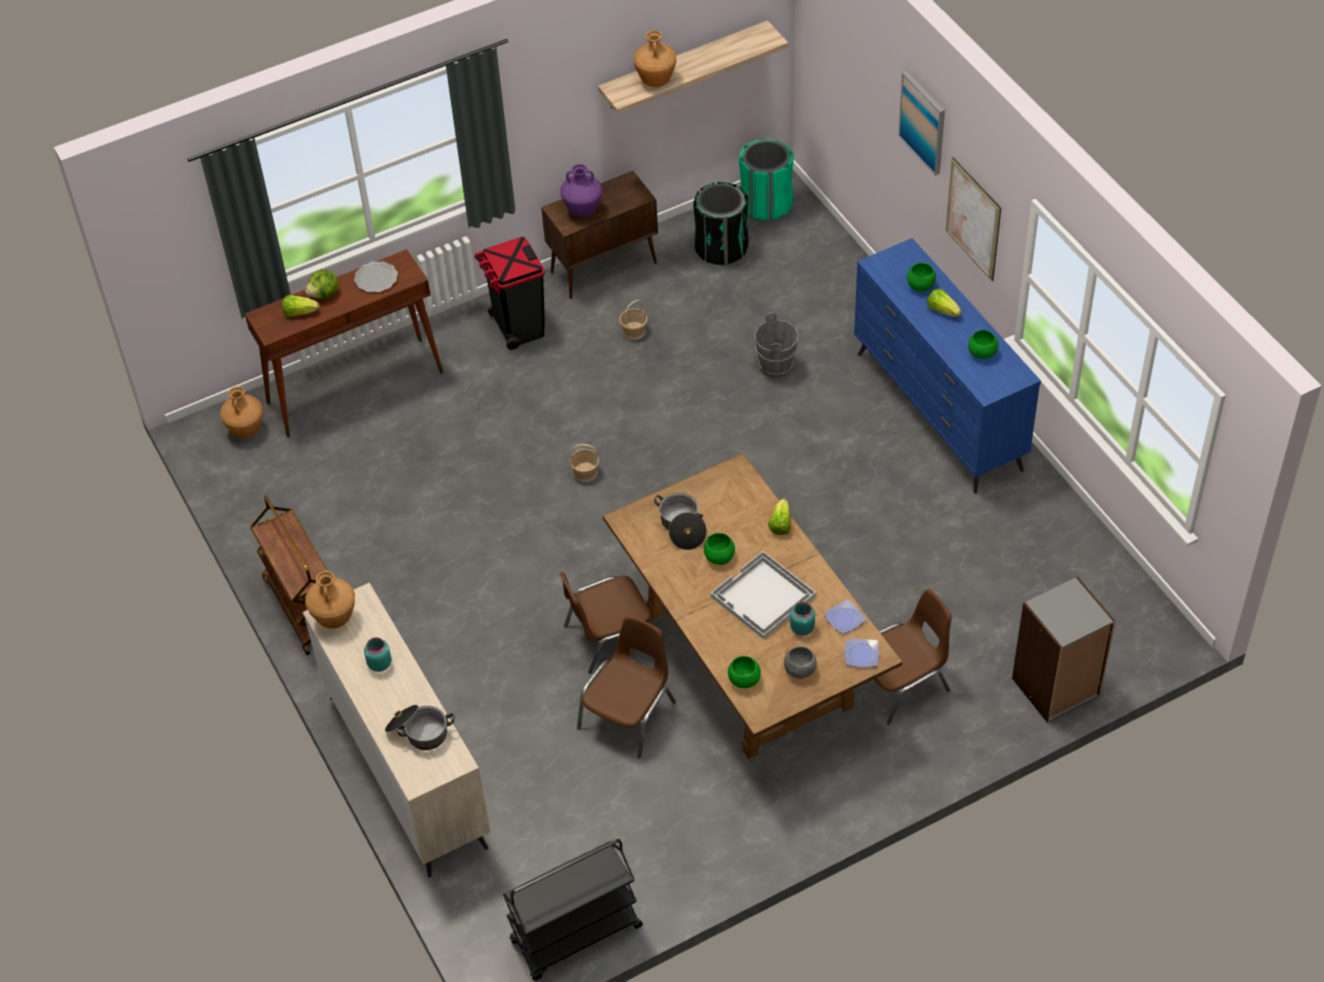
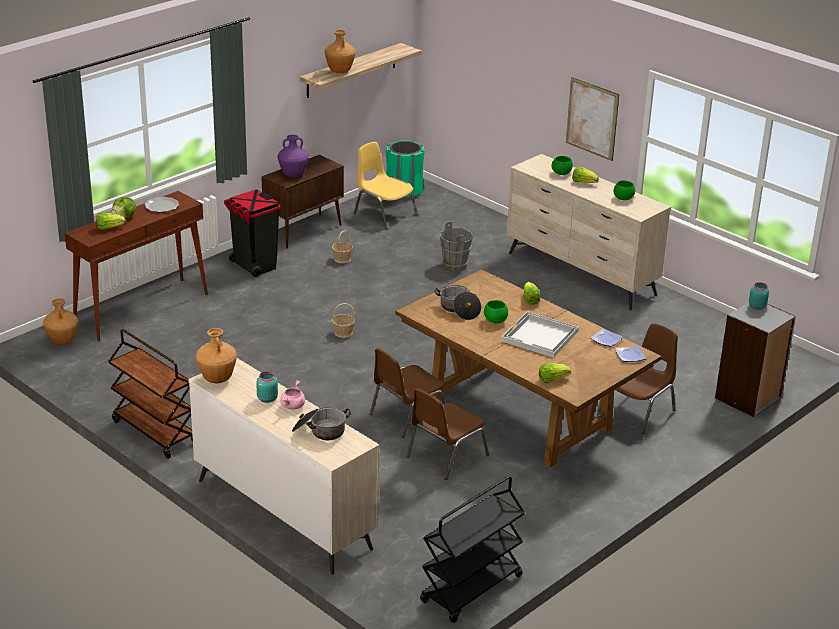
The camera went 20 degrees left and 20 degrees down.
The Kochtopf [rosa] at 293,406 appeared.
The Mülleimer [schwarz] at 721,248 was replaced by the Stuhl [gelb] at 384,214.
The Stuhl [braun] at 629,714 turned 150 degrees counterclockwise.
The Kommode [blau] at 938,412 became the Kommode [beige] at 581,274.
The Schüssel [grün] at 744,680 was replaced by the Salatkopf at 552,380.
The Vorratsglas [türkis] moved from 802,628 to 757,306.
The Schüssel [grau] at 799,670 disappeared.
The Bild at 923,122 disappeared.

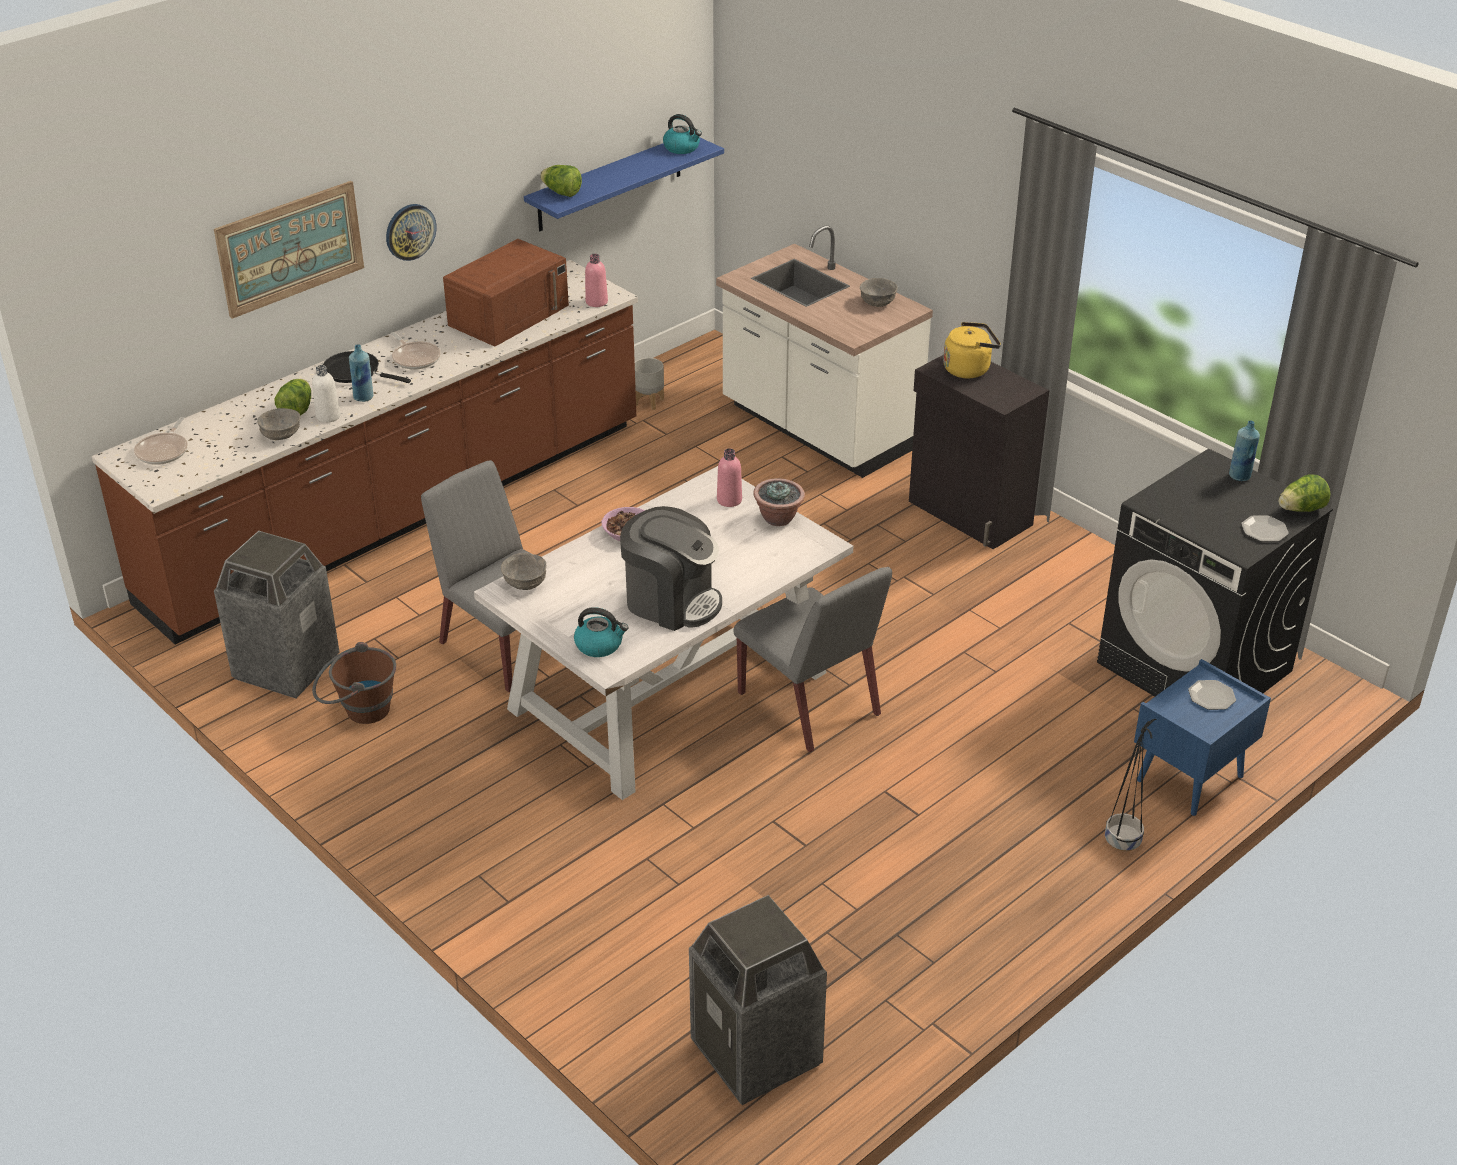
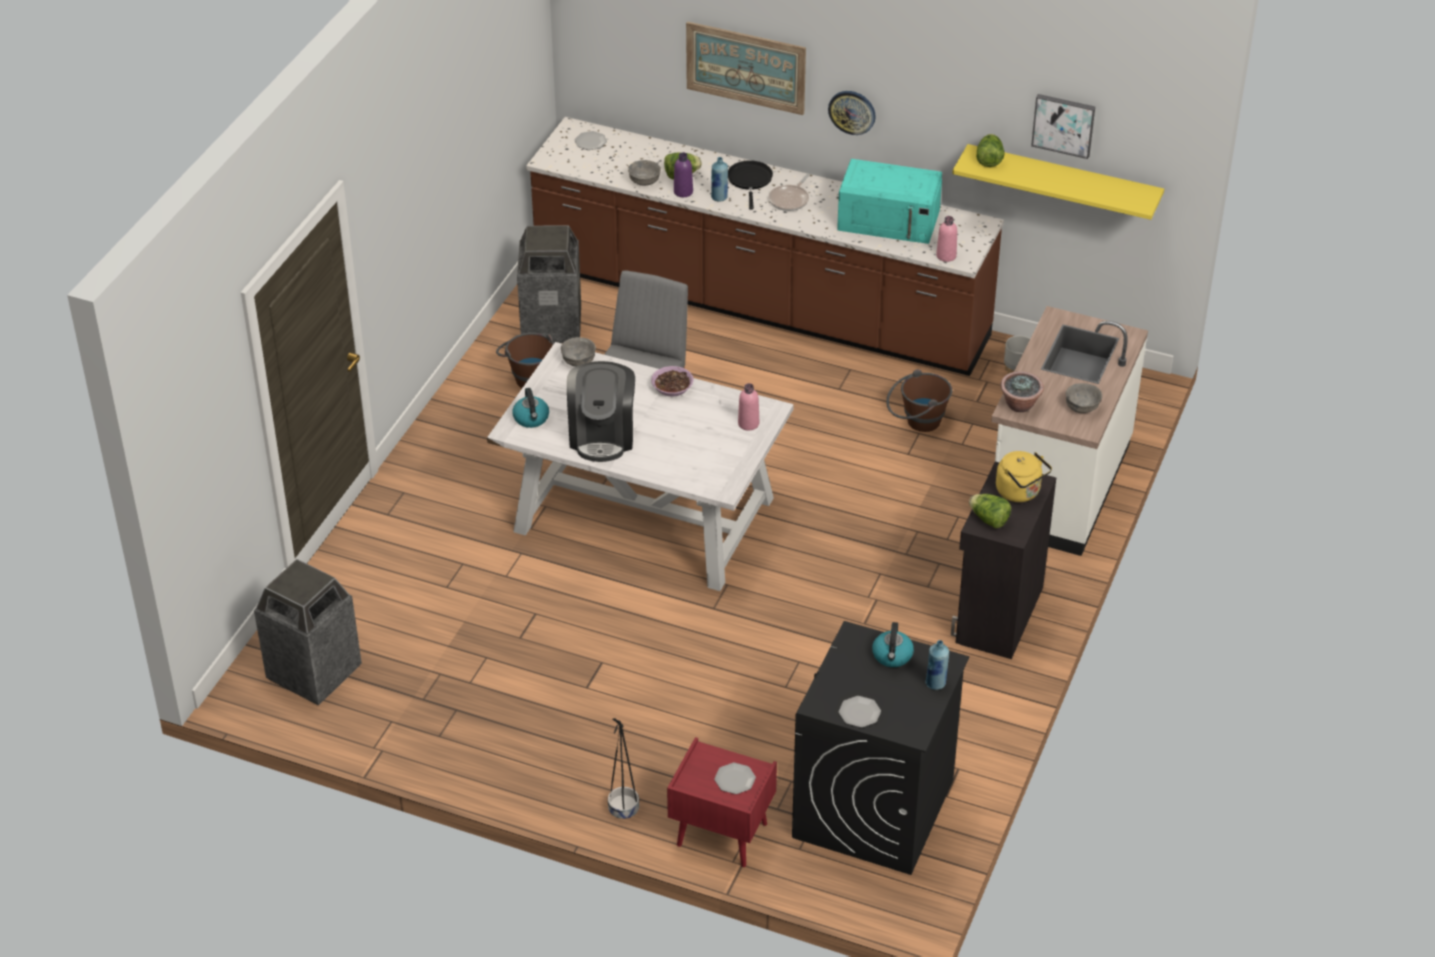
The camera went 65 degrees right and 5 degrees up.
The Pfanne at 164,451 was replaced by the Teller at 591,142.
The Nachttisch [blau] at 1190,779 became the Nachttisch [rot] at 720,835.
The Flasche [weiß] at 328,416 became the Flasche [lila] at 683,192.
The Mikrowelle [braun] at 509,314 became the Mikrowelle [türkis] at 889,220.
The Wasserkessel moved from 682,148 to 892,656.
The Eimer [braun] at 917,422 appeared.
The Wandregal [blau] at 610,183 became the Wandregal [gelb] at 1063,182.
The Salatkopf moved from 1301,510 to 989,520.
The Topfpflanze moved from 778,518 to 1020,405.
The Bild at 1063,124 appeared.
The Stuhl [grau] at 810,705 disappeared.

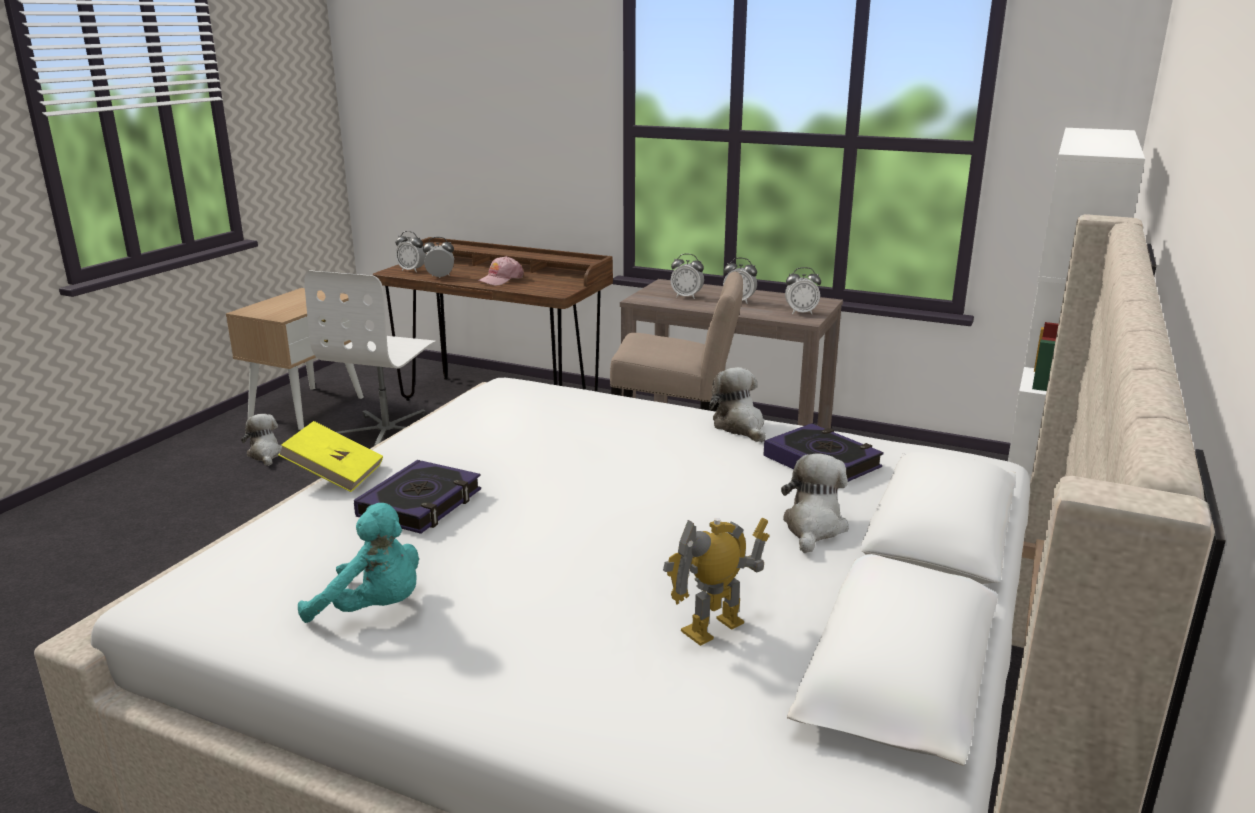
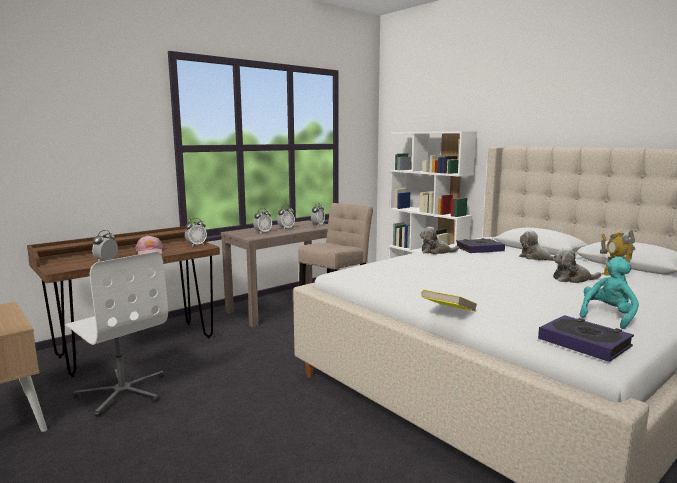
The camera went 65 degrees left and 10 degrees down.
The Wecker moved from 412,270 to 196,245.
The Buch moved from 420,504 to 584,343.
The Plüschtier moved from 266,454 to 572,279.

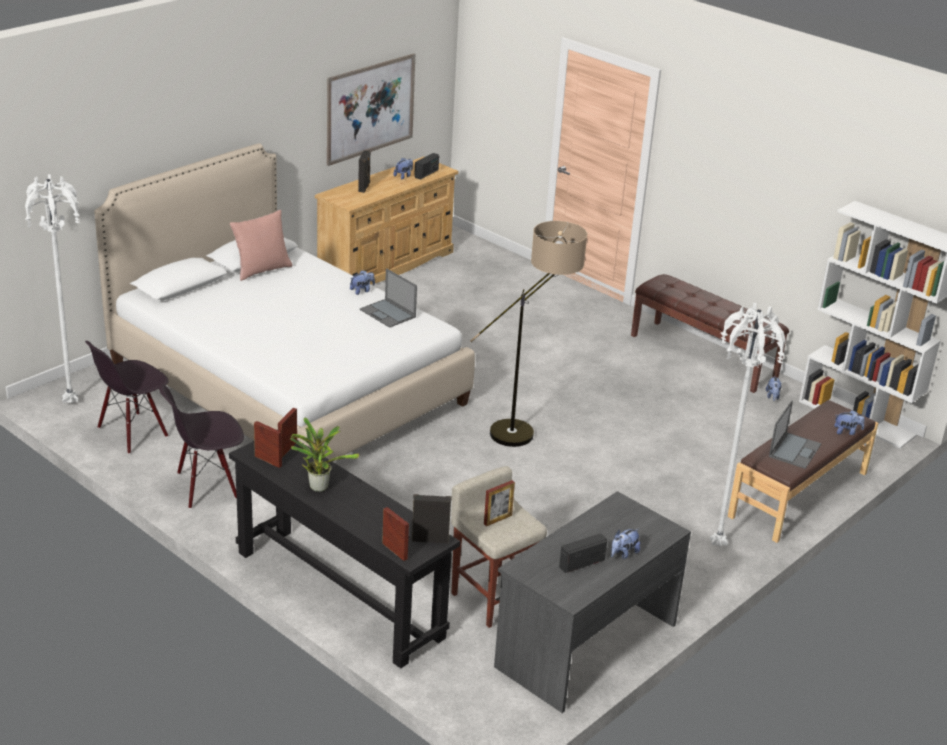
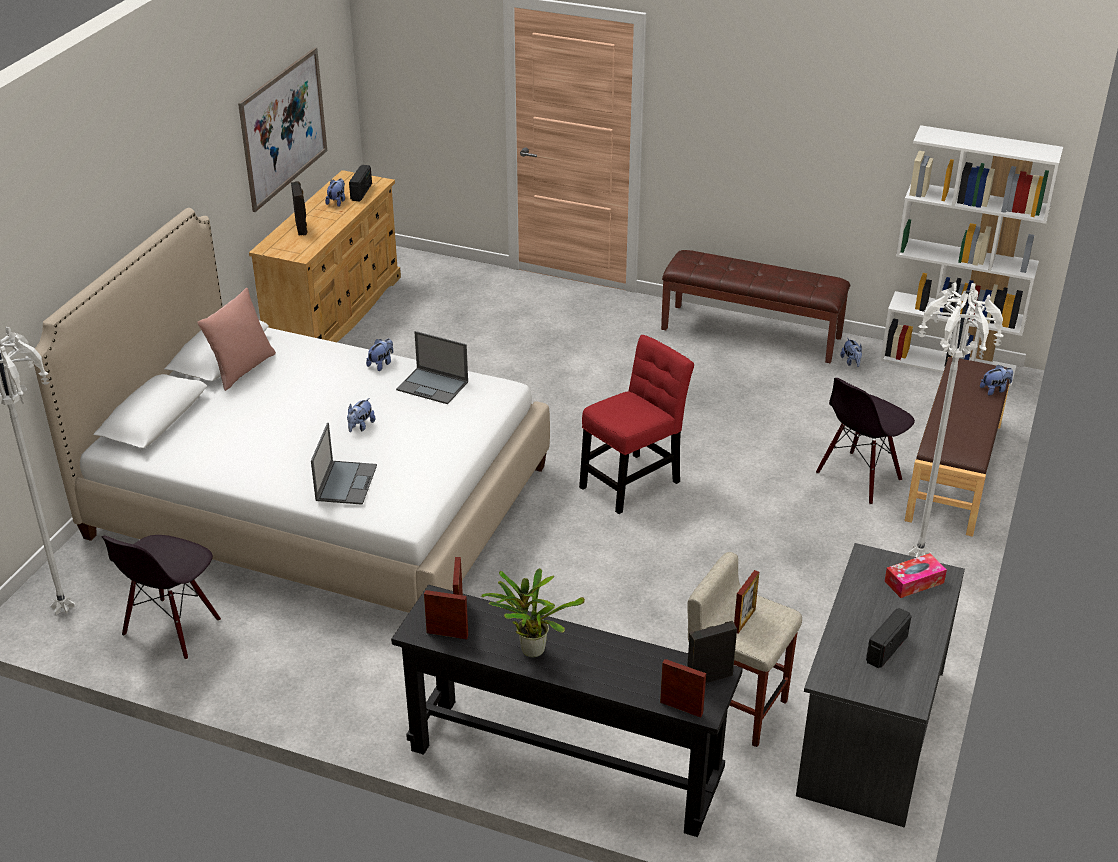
The camera went 20 degrees left and 5 degrees up.
The Laptop moved from 794,450 to 346,482.
The Plüschtier moved from 623,554 to 360,426.
The Stehlampe at 528,431 was replaced by the Stuhl [rot] at 633,481.
The Stuhl [schwarz] moved from 206,486 to 859,477.
The Taschentuchbox at 914,582 appeared.

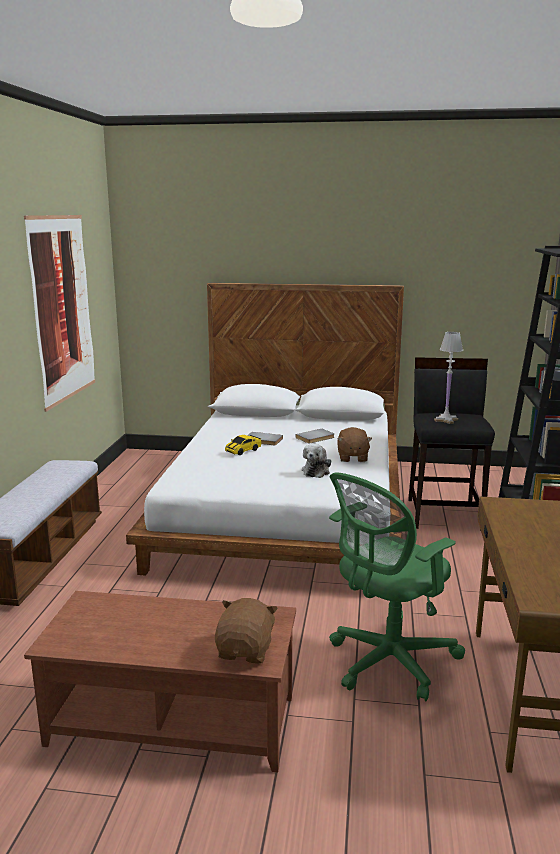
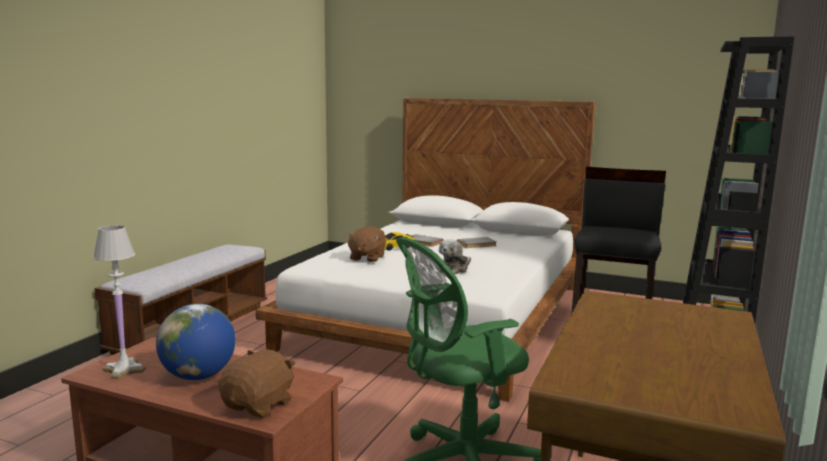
The camera went 15 degrees right and 5 degrees down.
The Tischlampe [weiß] moved from 446,420 to 125,370.
The Globus at 198,376 appeared.
The Plüschtier [braun] moved from 352,458 to 366,258.
The Bild at 63,309 disappeared.

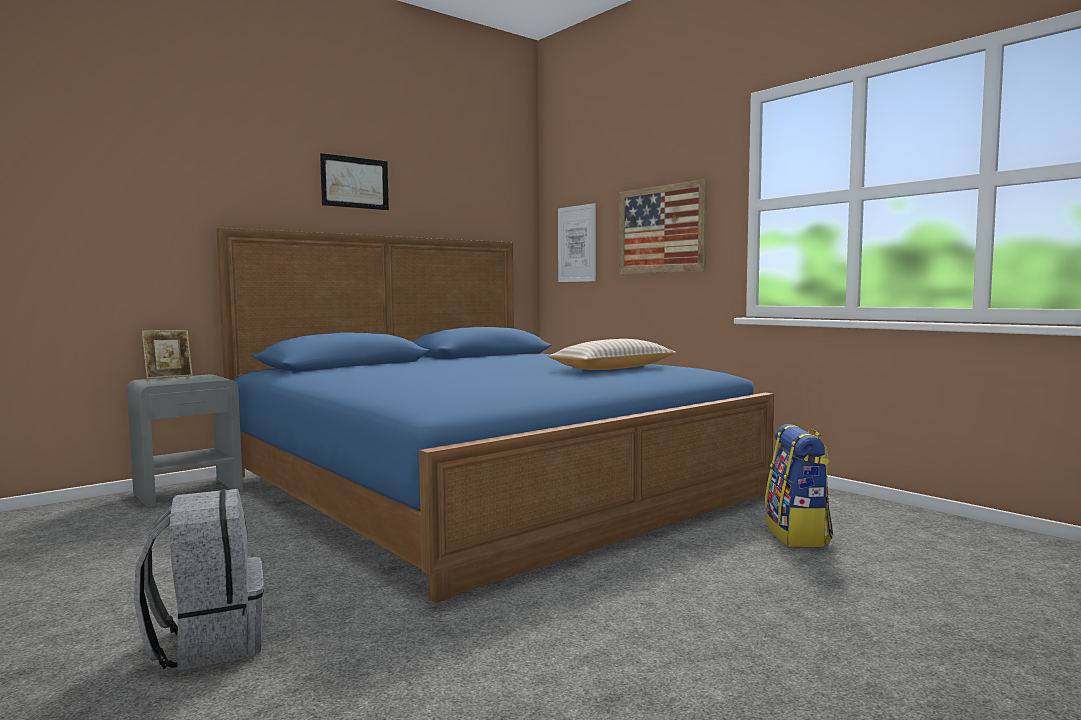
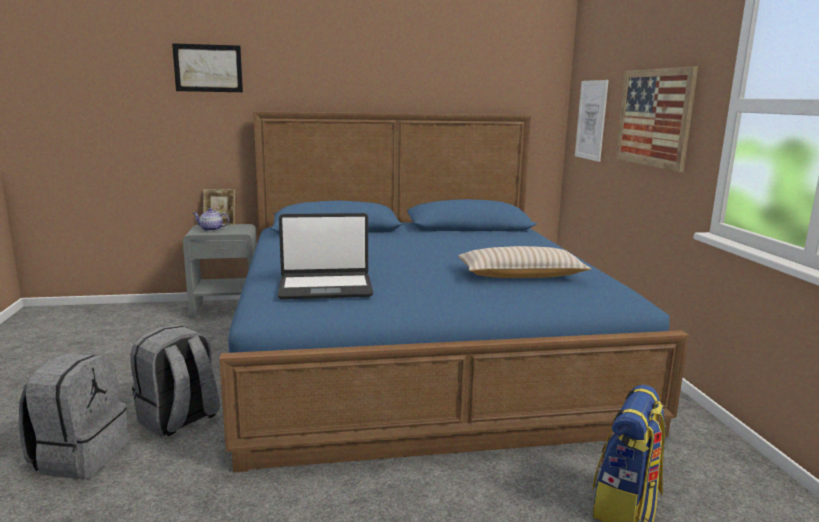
The camera went 30 degrees right and 10 degrees up.
The Rucksack [grau] at 179,419 appeared.
The Bild moved from 355,182 to 208,68.
The Teekanne at 211,229 appeared.
The Laptop at 325,287 appeared.

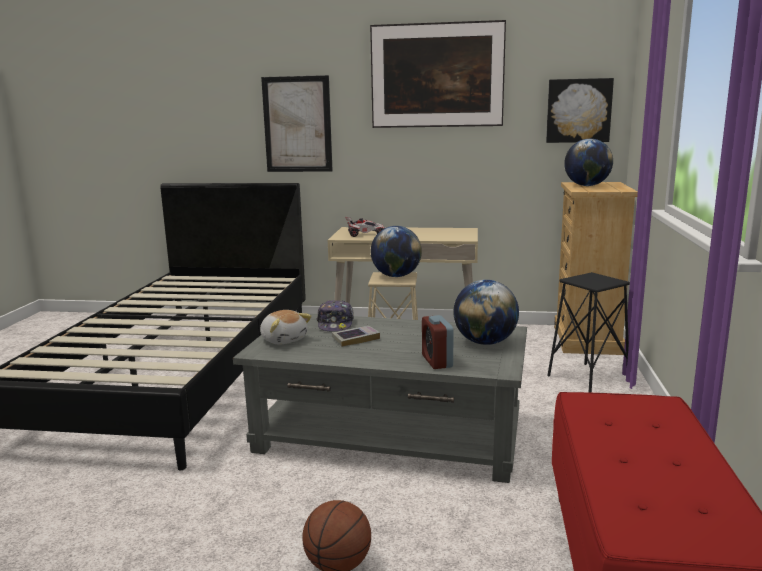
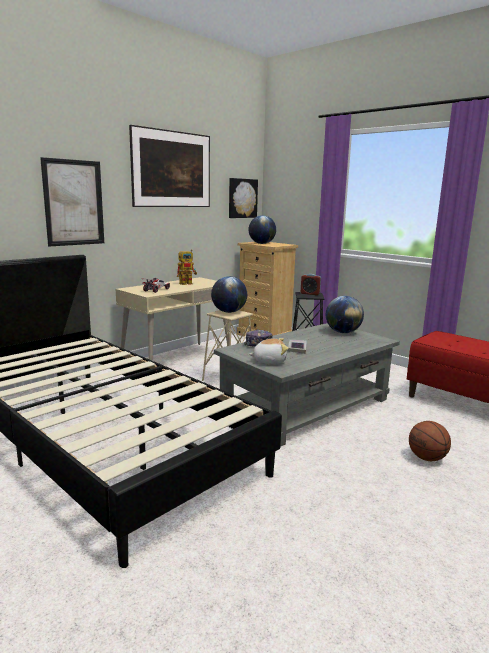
The camera went 55 degrees left and 0 degrees up.
The Spielzeugroboter at 188,283 appeared.
The Wecker moved from 437,361 to 310,293.

